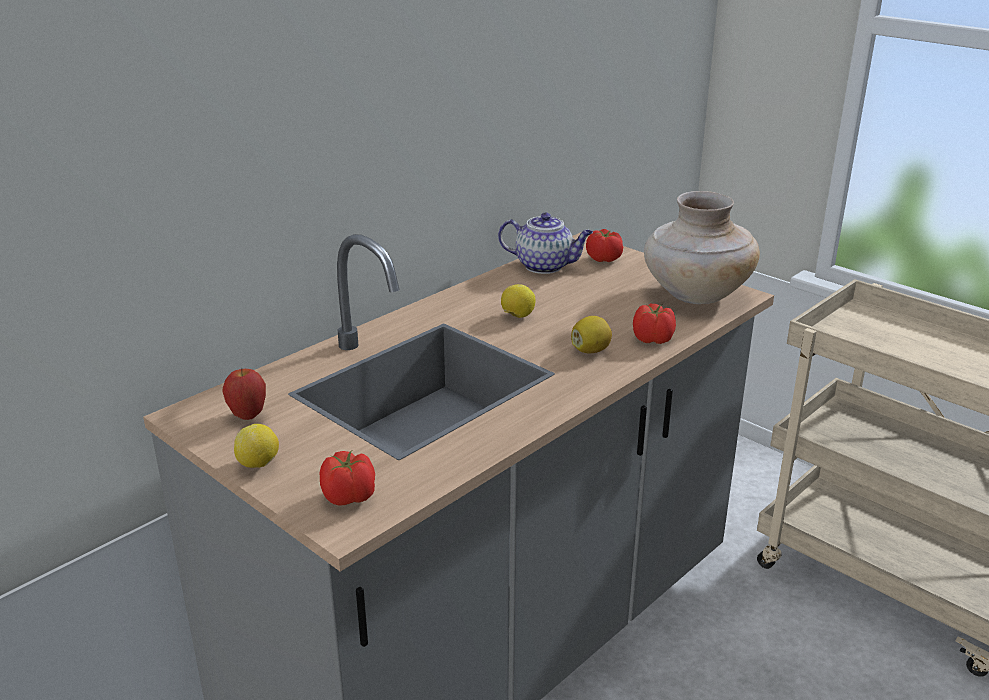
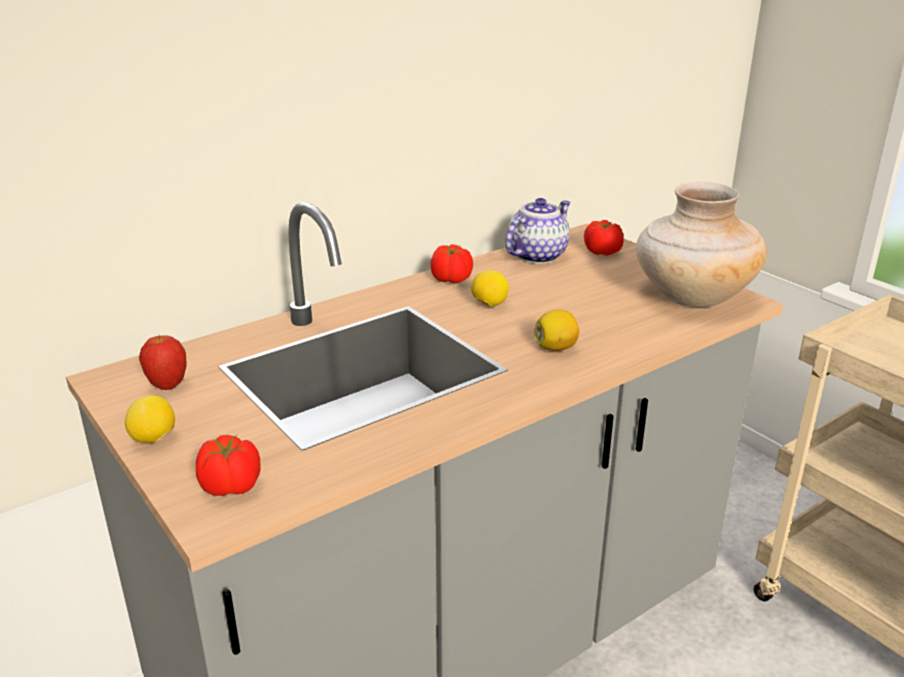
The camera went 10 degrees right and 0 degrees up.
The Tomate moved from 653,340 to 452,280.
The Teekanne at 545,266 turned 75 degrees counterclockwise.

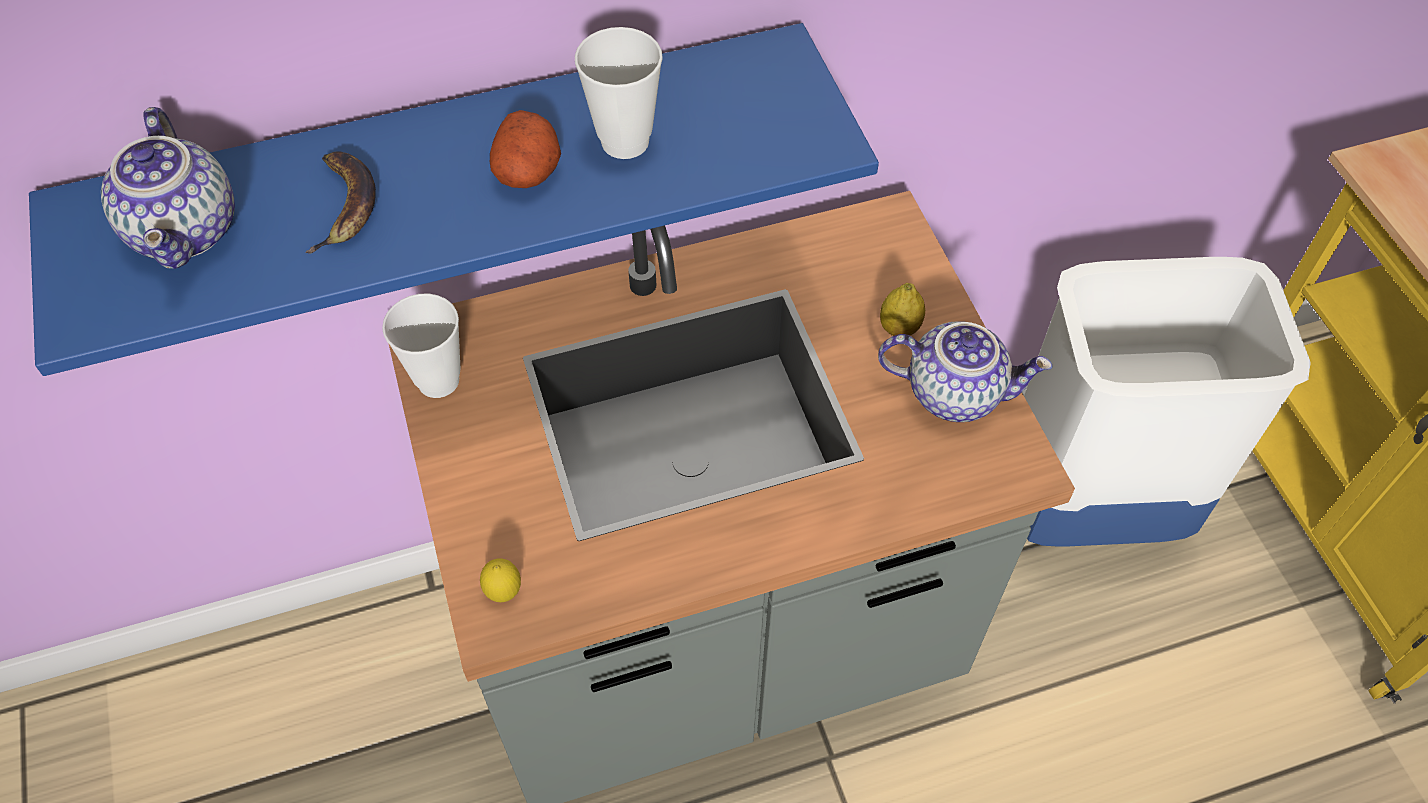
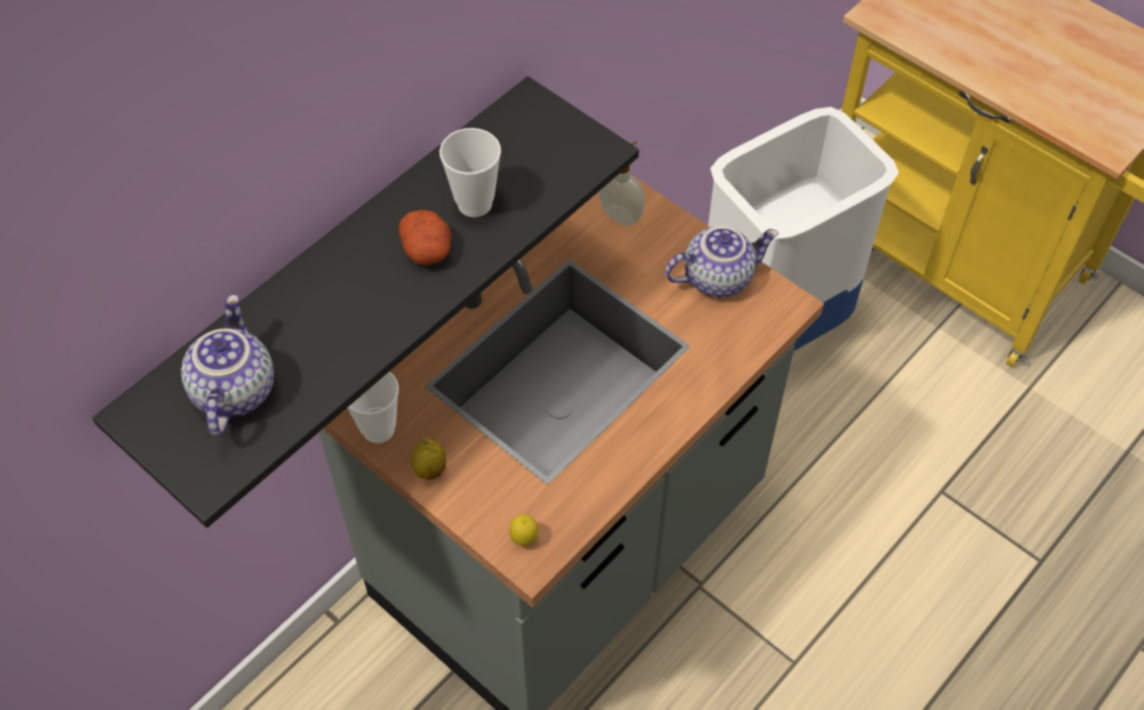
The camera went 30 degrees left and 0 degrees up.
The Wandregal [blau] at 450,163 became the Wandregal [schwarz] at 337,270.
The Teekanne at 188,231 turned 135 degrees counterclockwise.
The Zitrone moved from 899,328 to 430,470.
The Seifenspender at 621,214 appeared.
The Banane at 343,204 disappeared.

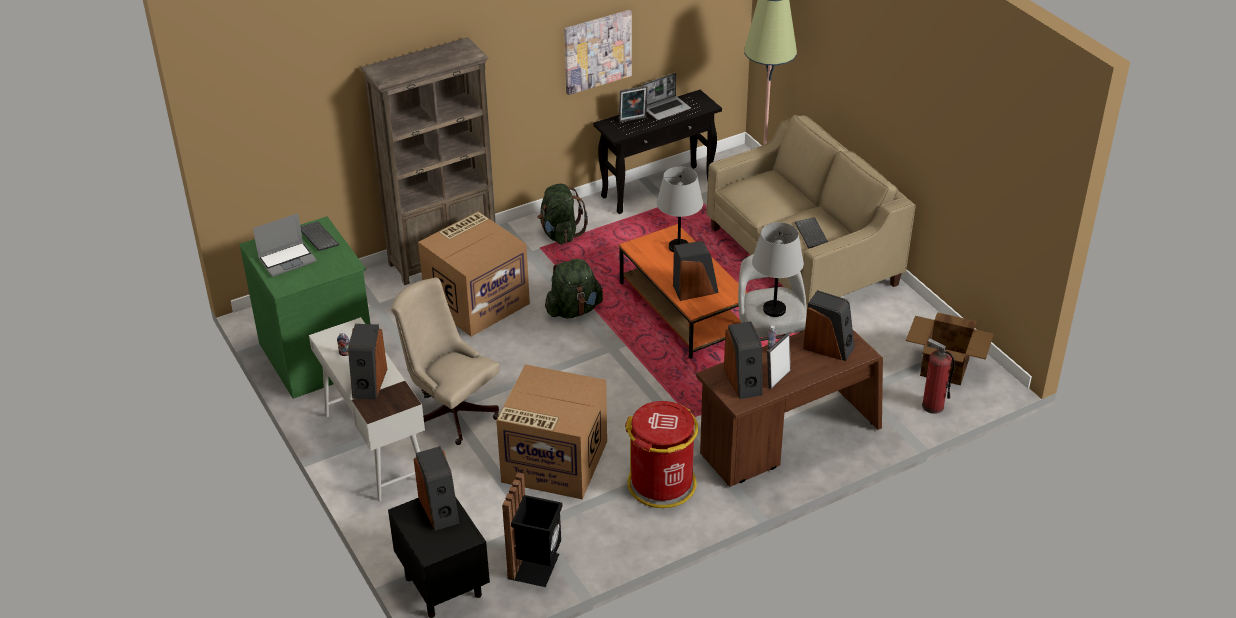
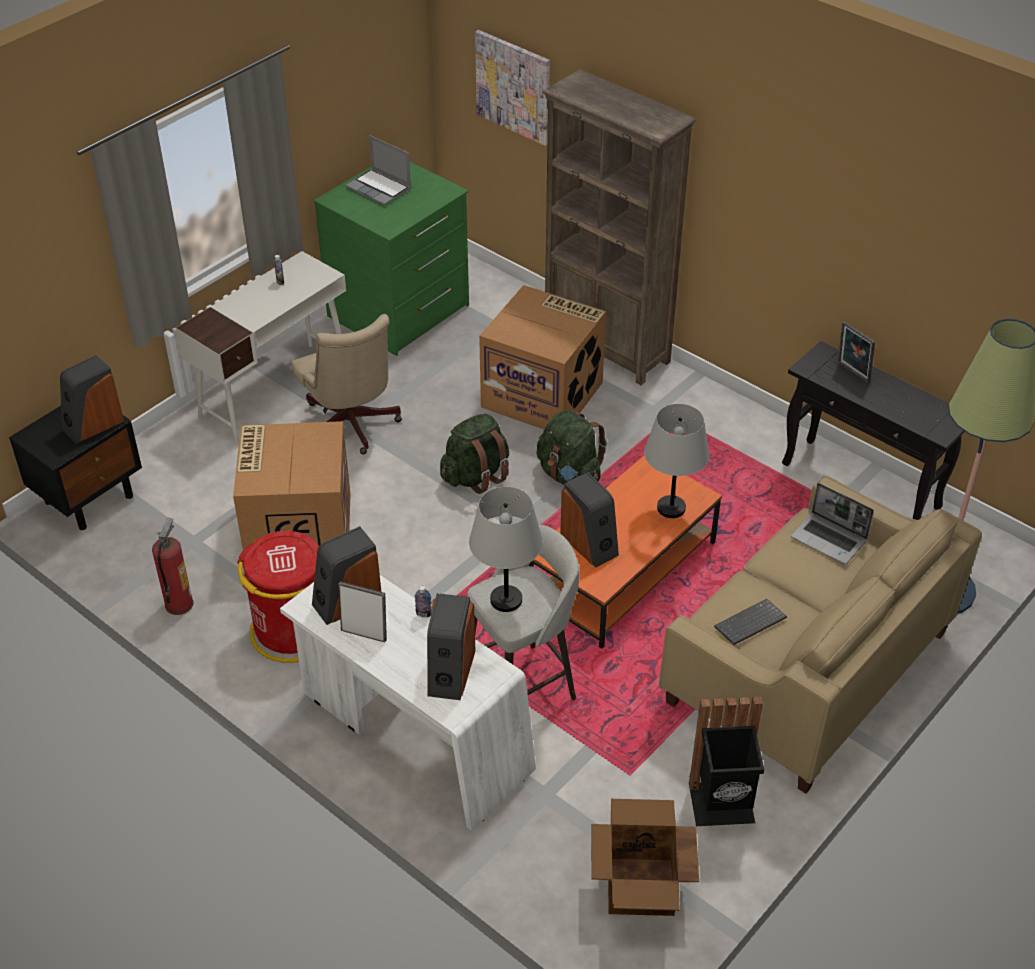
The camera went 70 degrees right and 5 degrees up.
The Feuerlöscher moved from 932,406 to 179,604.
The Schreibtisch [braun] at 788,440 became the Schreibtisch [weiß] at 412,734.
The Bürostuhl [beige] at 450,411 turned 135 degrees clockwise.
The Rucksack [grün] moved from 560,234 to 476,476.
The Bild moved from 597,51 to 513,87.
The Mülleimer [schwarz] moved from 536,566 to 722,805.
The Laptop moved from 666,109 to 829,539.
The Tastatur at 317,237 disappeared.
The Lautsprecher at 368,383 disappeared.

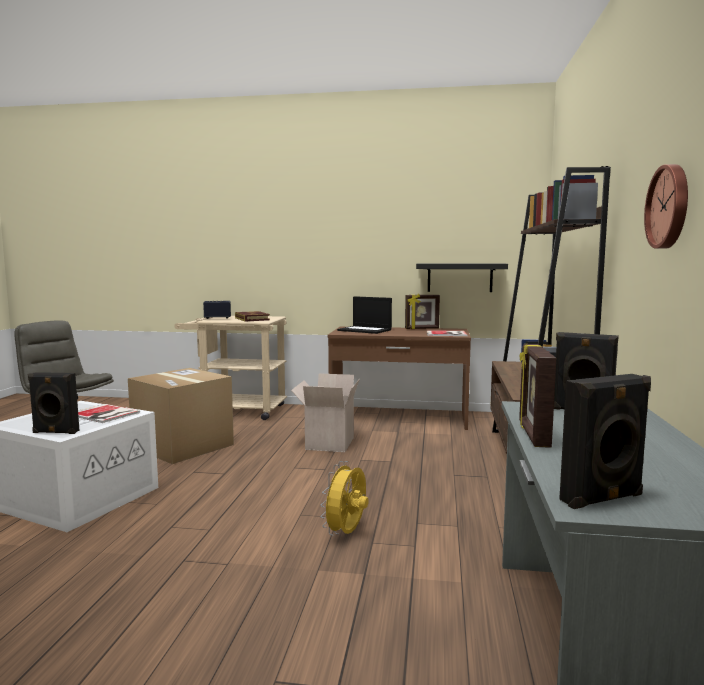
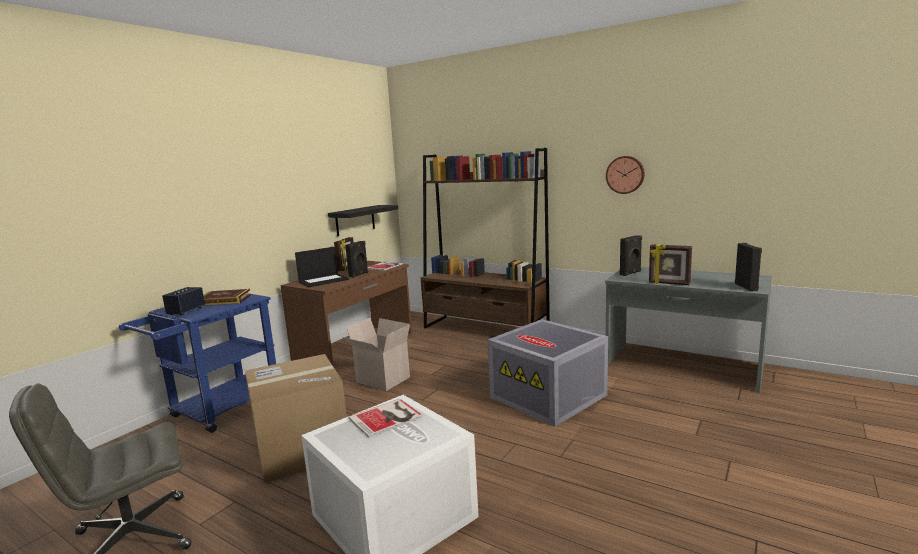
The camera went 65 degrees left and 5 degrees up.
The Rollwagen [beige] at 236,411 became the Rollwagen [blau] at 218,411.
The Lautsprecher [schwarz] moved from 55,432 to 359,274.
The Ventilator [gelb] at 347,533 was replaced by the Aufbewahrungsbox [grau] at 550,396.

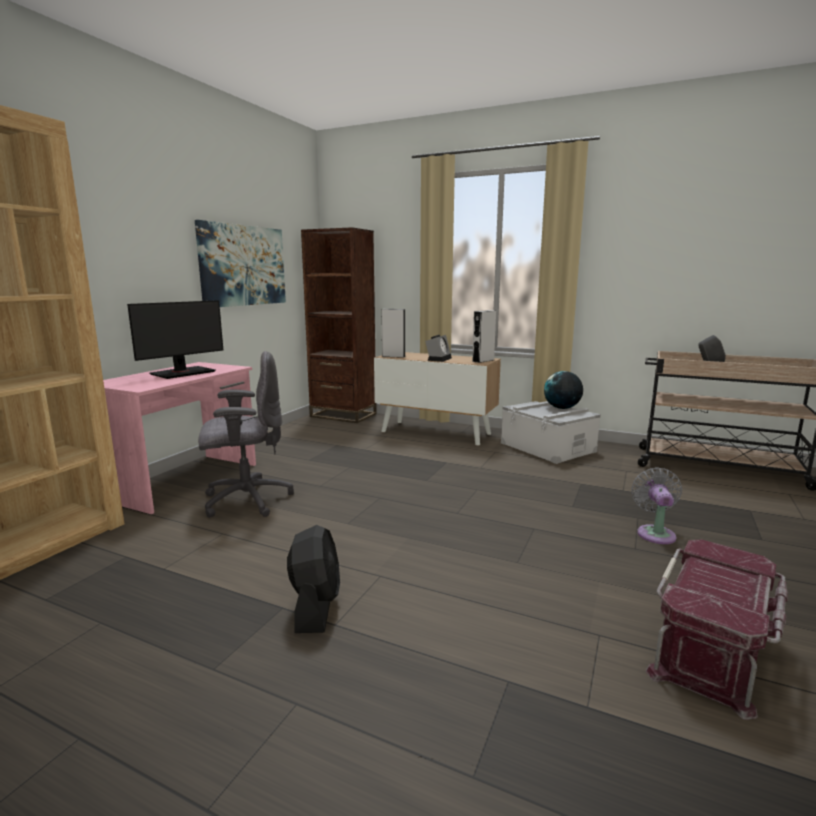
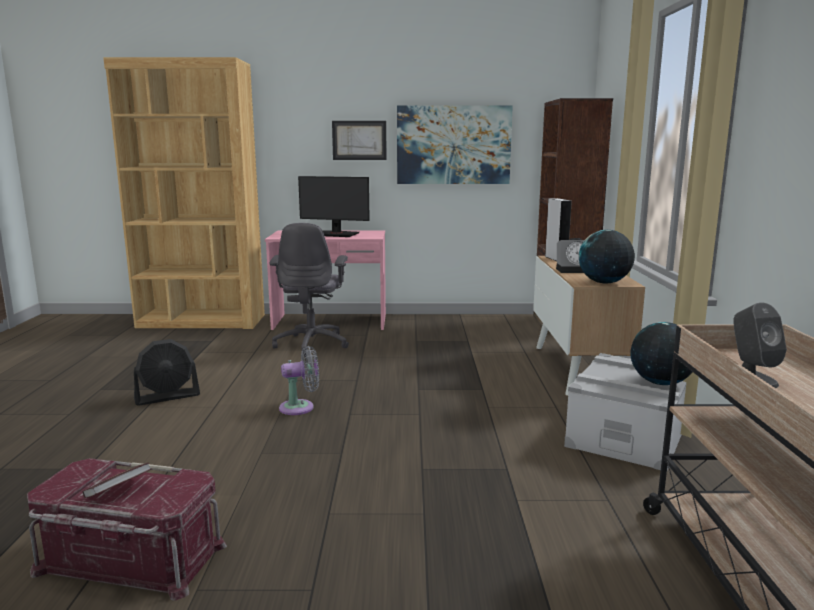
The camera went 65 degrees right and 0 degrees up.
The Buch at 118,491 appeared.
The Bürostuhl [grau] at 246,500 turned 45 degrees clockwise.
The Ventilator [grau] moved from 655,533 to 300,407.
The Bild at 359,140 appeared.
The Lautsprecher [grau] at 483,360 was replaced by the Globus at 604,283.

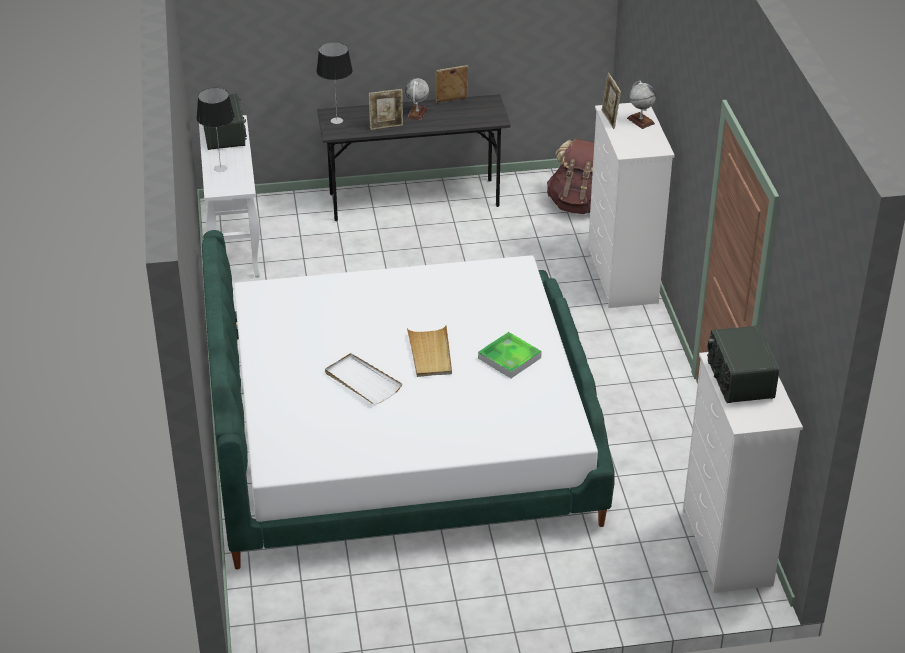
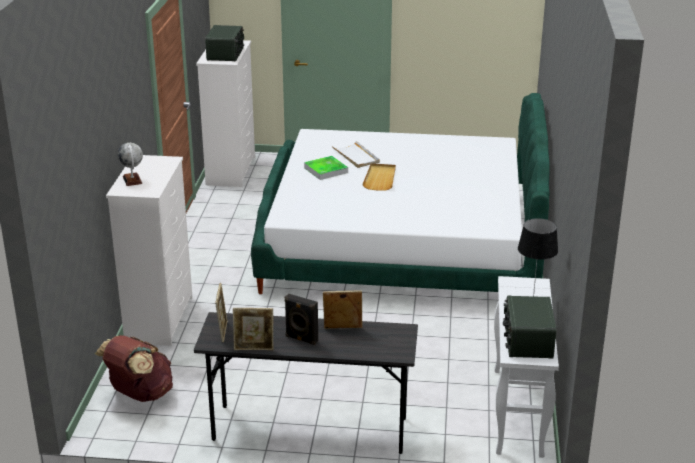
The camera went 165 degrees left and 10 degrees down.
The Bilderrahmen moved from 609,119 to 222,331.
The Globus at 417,113 was replaced by the Lautsprecher [schwarz] at 301,339.
The Tablett [weiß] moved from 362,381 to 356,156.
The Tischlampe at 336,120 disappeared.

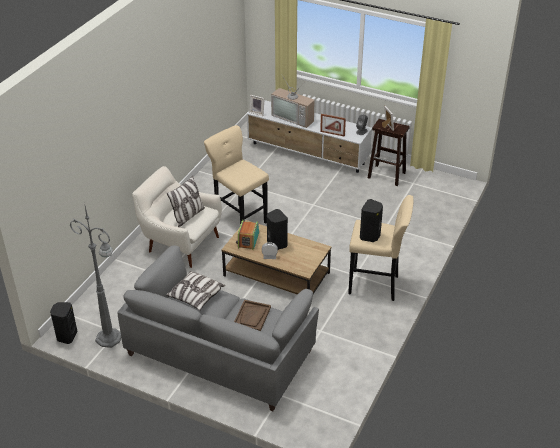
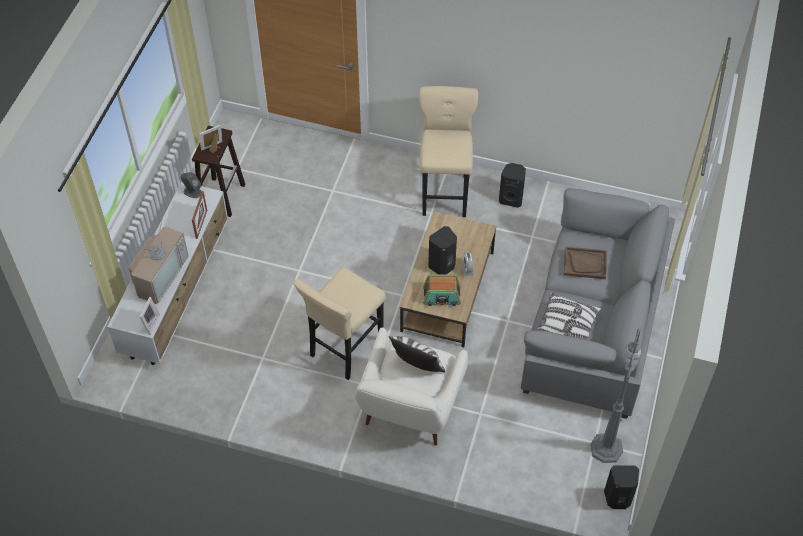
The camera went 100 degrees left and 15 degrees up.
The Lautsprecher [schwarz] moved from 370,236 to 511,199.

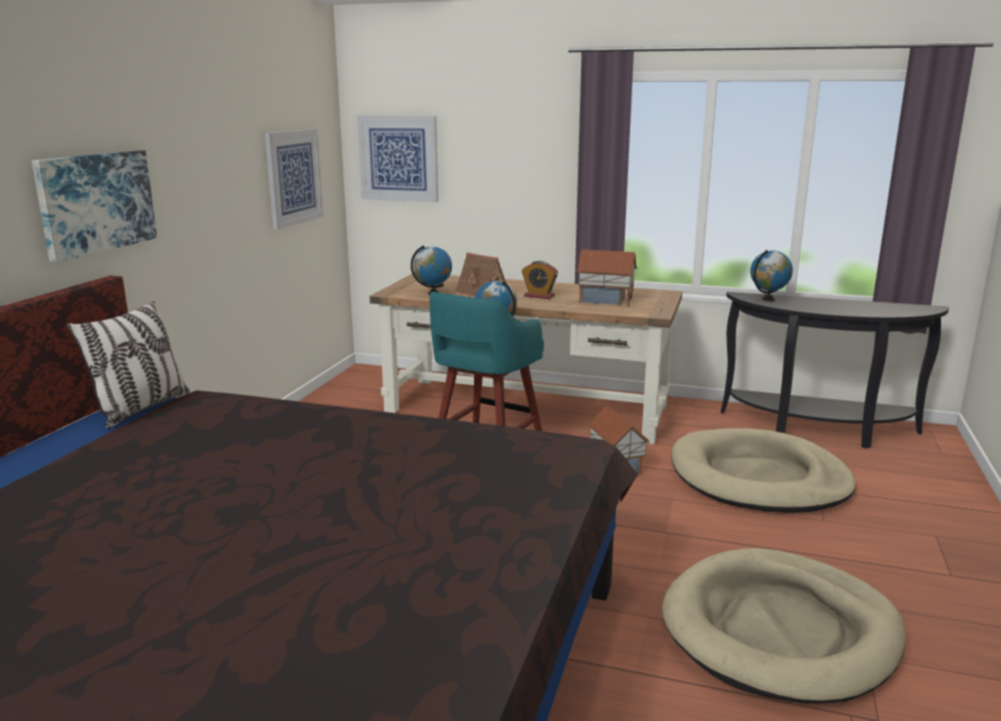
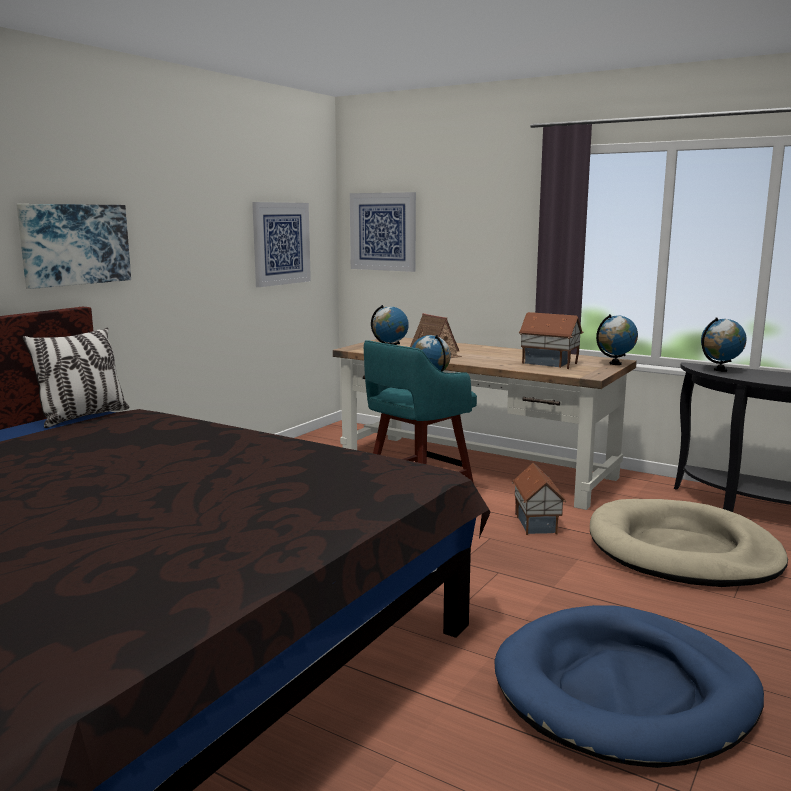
The camera went 15 degrees right and 5 degrees down.
The Hundebett [beige] at 780,630 became the Hundebett [blau] at 624,691.
The Globus at 615,364 appeared.
The Wecker at 539,296 disappeared.

